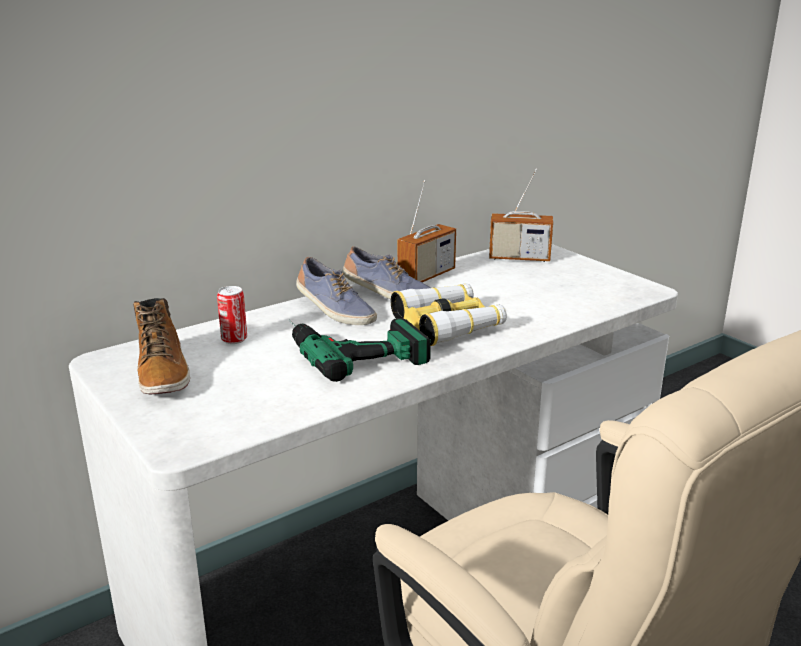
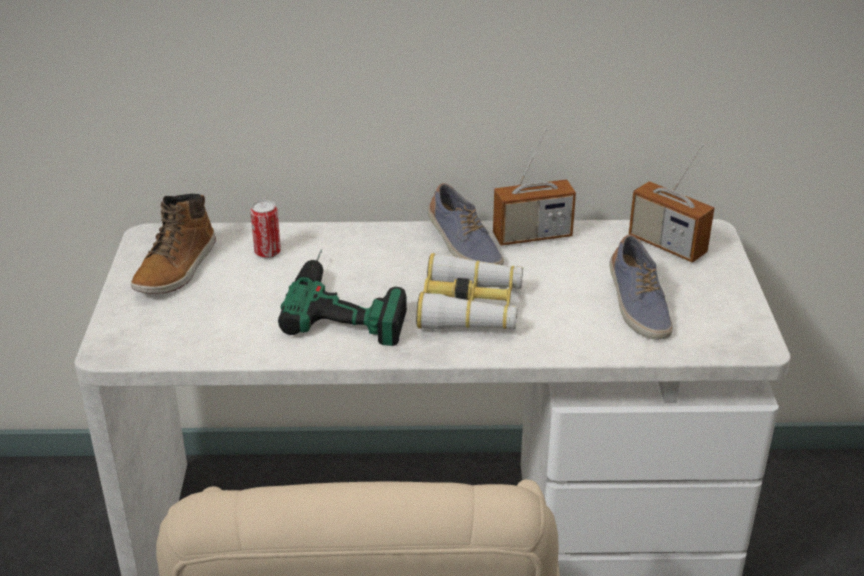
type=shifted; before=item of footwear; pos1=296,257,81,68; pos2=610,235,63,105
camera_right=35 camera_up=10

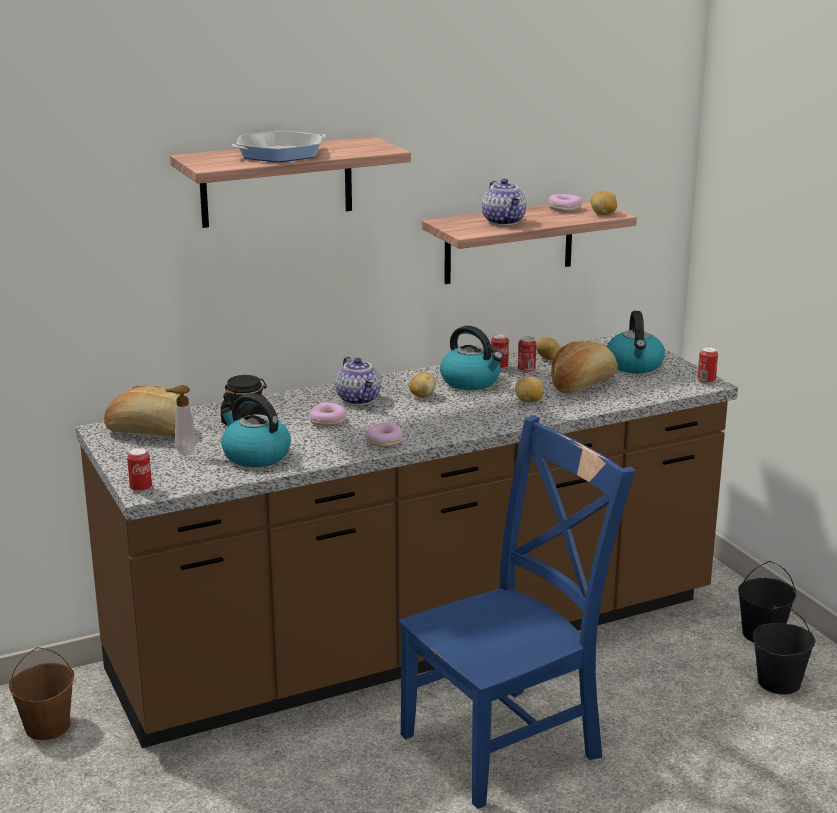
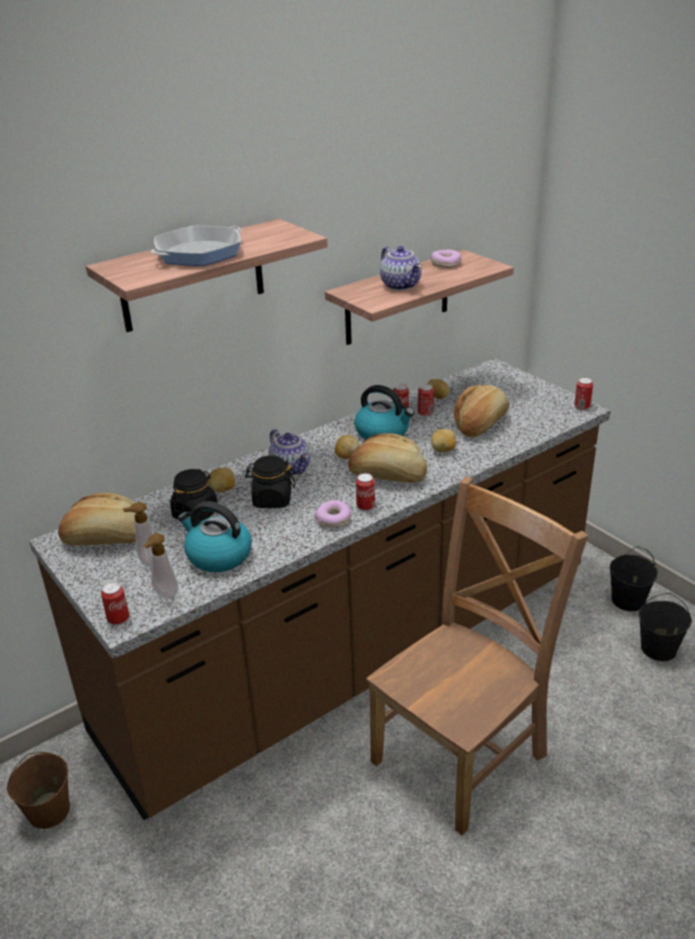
type=new; after=soap bottle; pos2=143,533,36,66
type=shifted; before=whole potato; pos1=591,190,26,25; pos2=208,468,27,25
type=swapped; before=donut; after=storage jar (black); pos1=309,402,38,24; pos2=245,455,50,53
type=new; after=bakery bread; pos2=348,433,79,50
type=new; after=sealed can; pos2=356,473,19,38
type=repainted; before=plain chair (blue); after=plain chair (brown-coloured); pos1=398,415,238,394; pos2=366,477,222,358
type=gone; before=tea kettle; pos1=606,311,59,62
camera_right=-10 camera_up=10

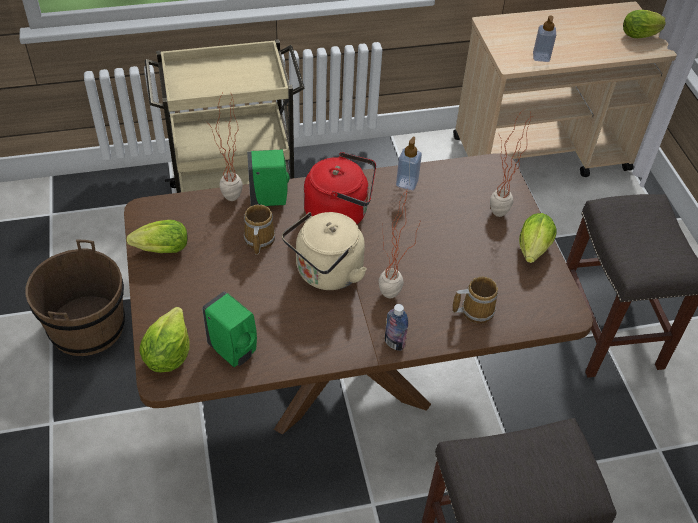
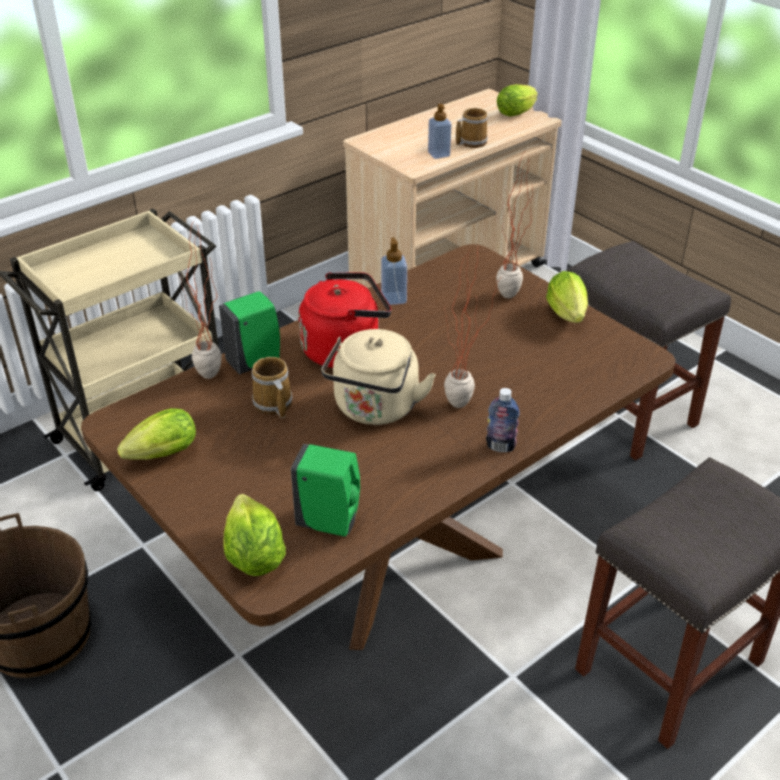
type=shifted; before=mug; pos1=453,277,45,47; pos2=456,108,32,40
camera_right=-25 camera_up=-10

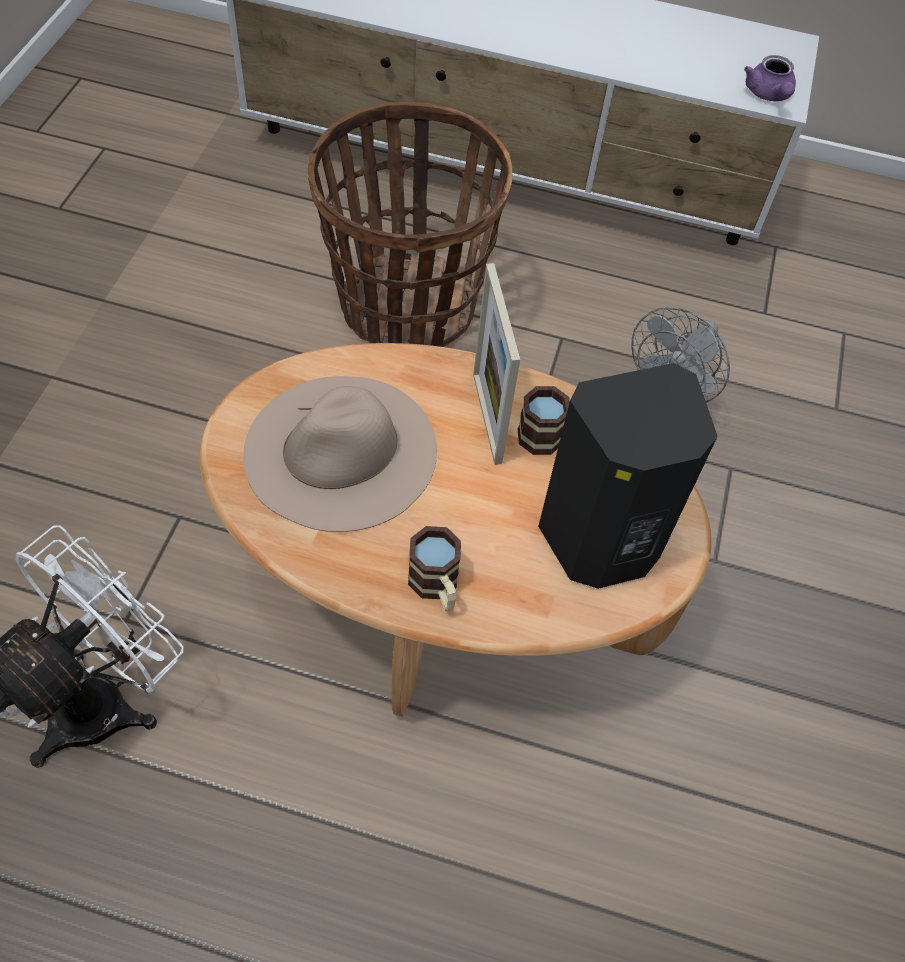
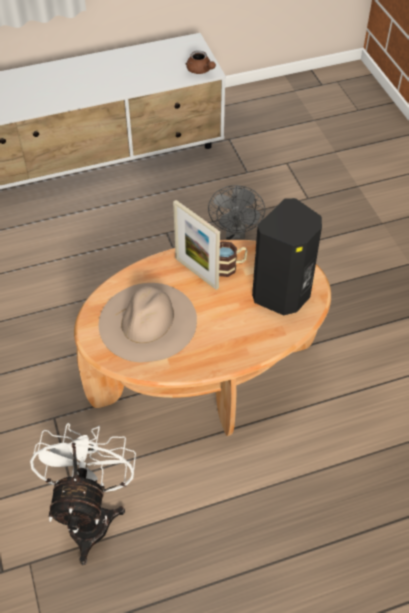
type=repainted; before=teapot (purple-coloured); after=teapot (brown-coloured); pos1=744,55,52,46; pos2=186,51,30,23
type=gone; before=storage basket; pos1=308,102,204,245
type=gone; before=mug; pos1=408,526,53,85
camera_right=-30 camera_up=-5

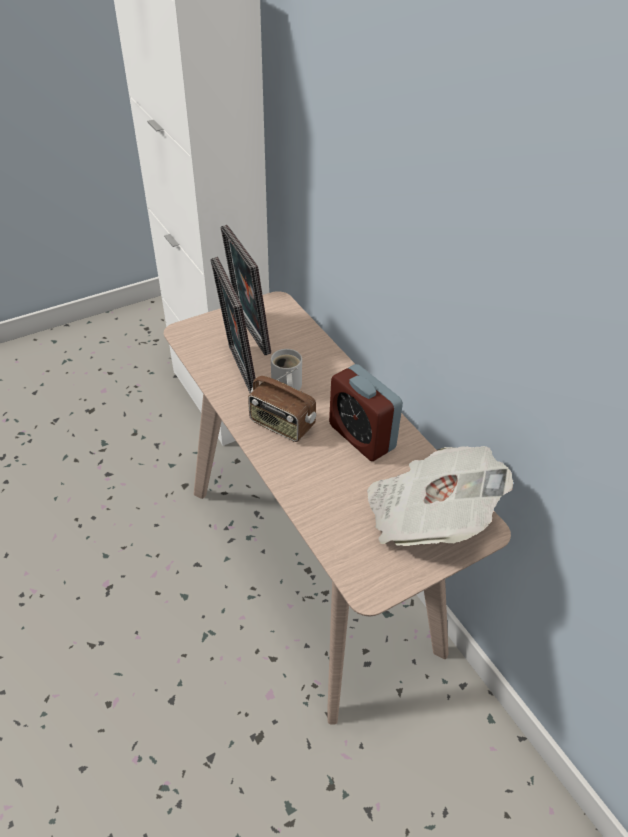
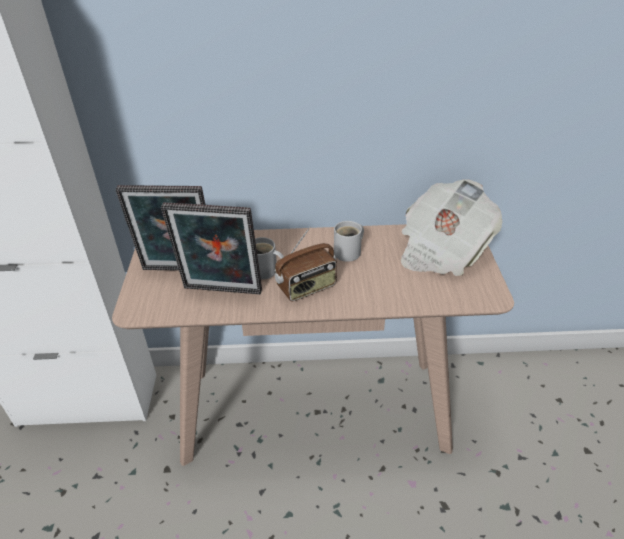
type=swapped; before=table clock; after=mug (whitish); pos1=329,364,74,97; pos2=334,221,30,41
camera_right=-60 camera_up=-5

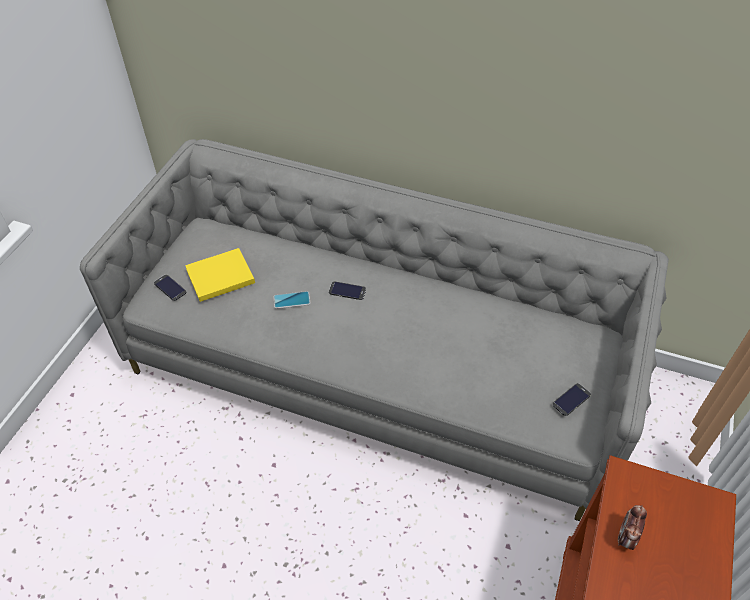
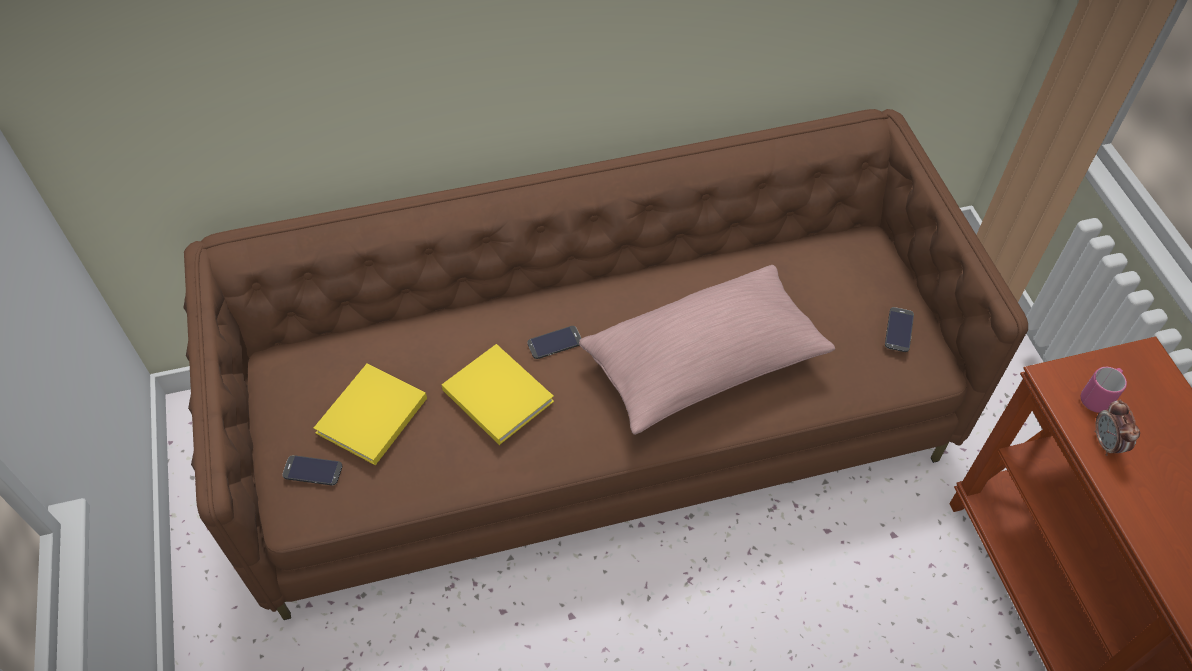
type=repainted; before=couch (greyish); after=couch (brown-coloured); pos1=80,139,589,382; pos2=183,109,845,511
type=swapped; before=phone; after=book (yellow-coloured); pos1=273,291,37,18; pos2=442,344,112,101
type=new; after=pillow (pinkish); pos2=579,265,256,170
type=new; after=mug (pinkish); pos2=1081,367,46,46
camera_right=-35 camera_up=5

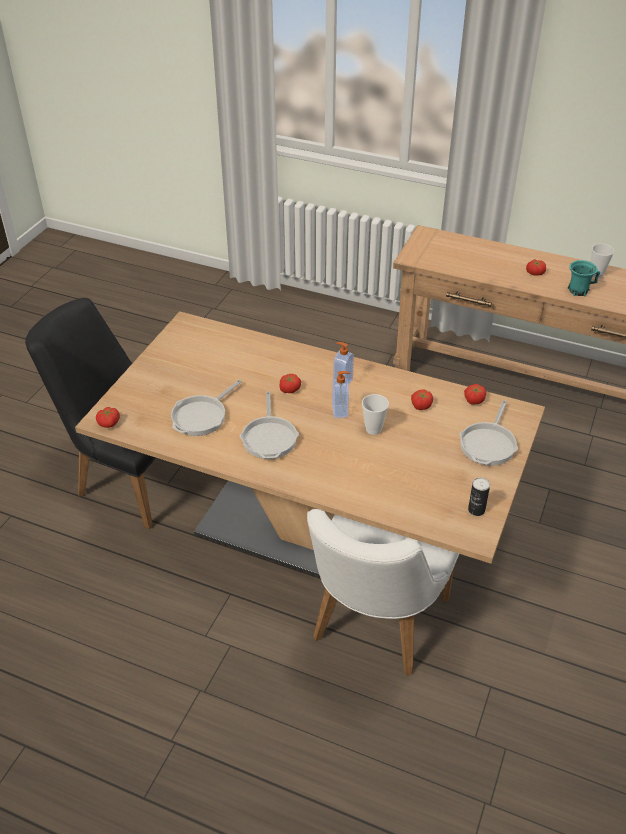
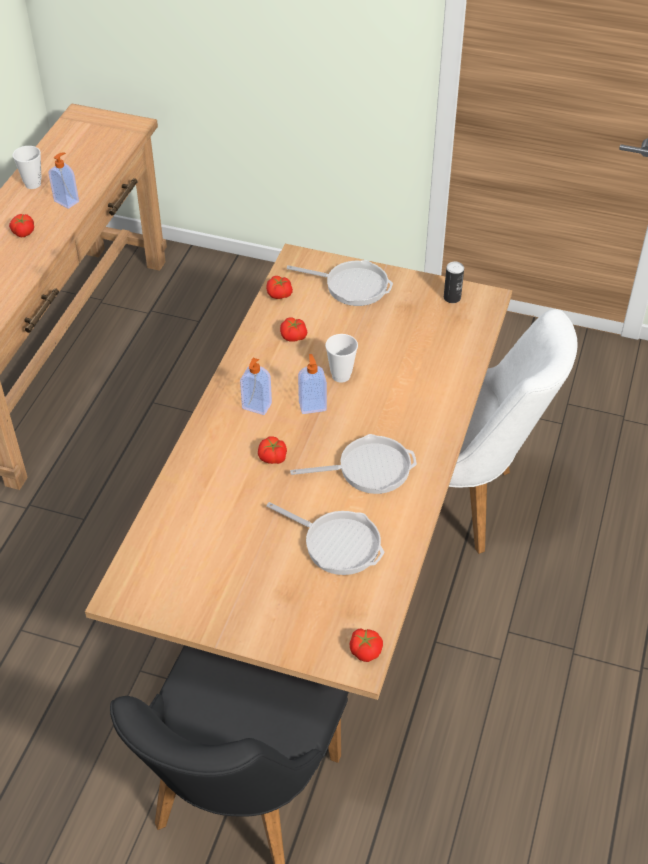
type=swapped; before=mug (turquoise-coloured); after=soap bottle; pos1=567,260,33,37; pos2=49,152,30,57
camera_right=-95 camera_up=5

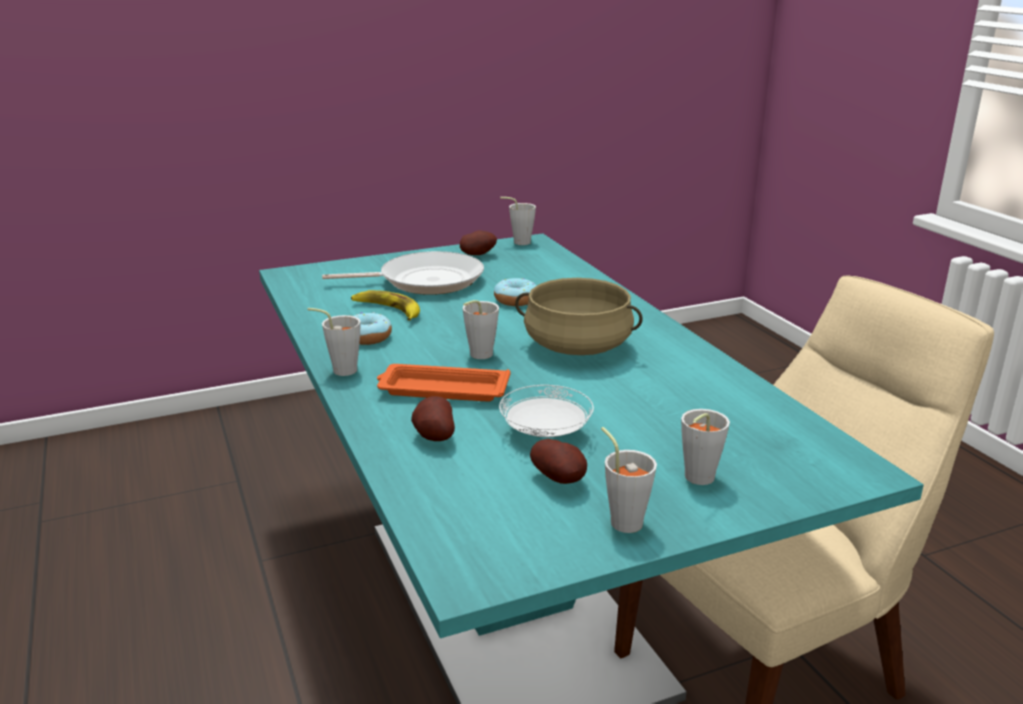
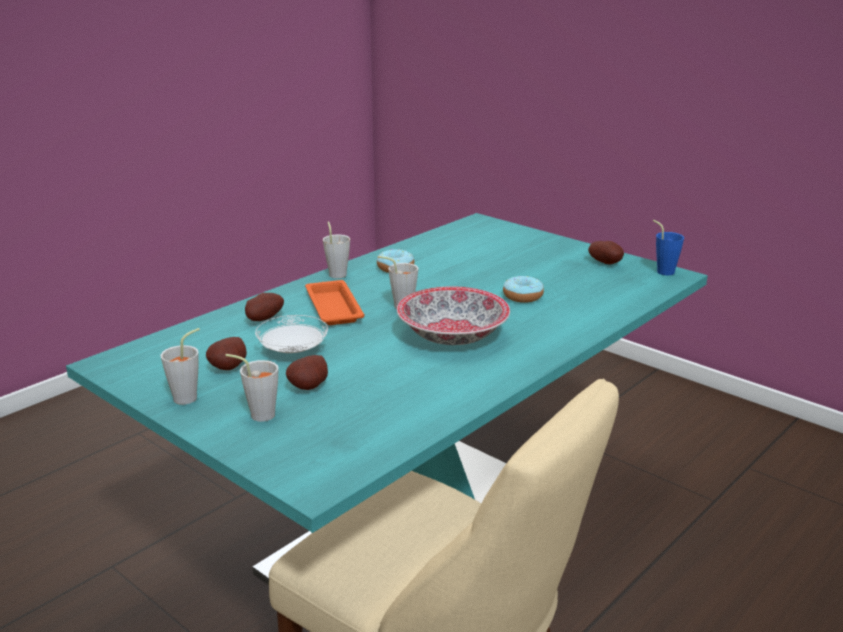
type=new; after=whole potato; pos2=286,355,42,35
type=swapped; before=saucepot (beige-coloured); after=deep dish; pos1=515,278,128,77; pos2=397,286,113,59
type=repainted; before=cup (greyish); after=cup (blue); pos1=500,197,36,48; pos2=653,220,31,55
type=gone; before=frying pan; pos1=322,251,162,44
type=gone; before=banana; pos1=351,290,69,31
camera_right=65 camera_up=0

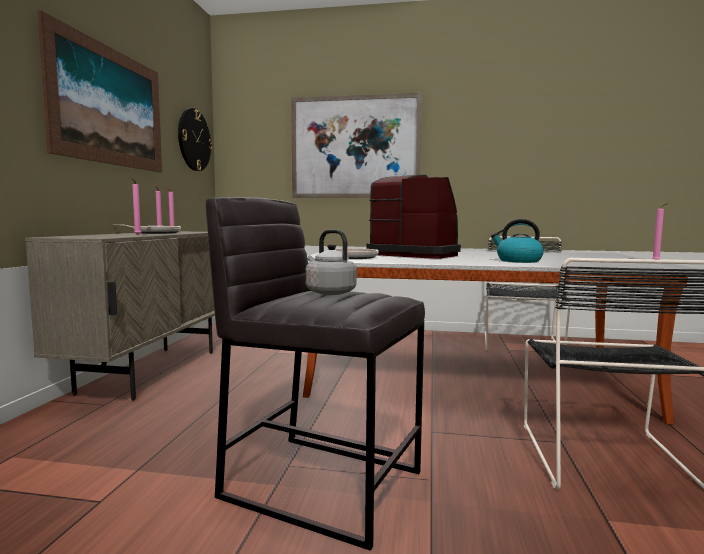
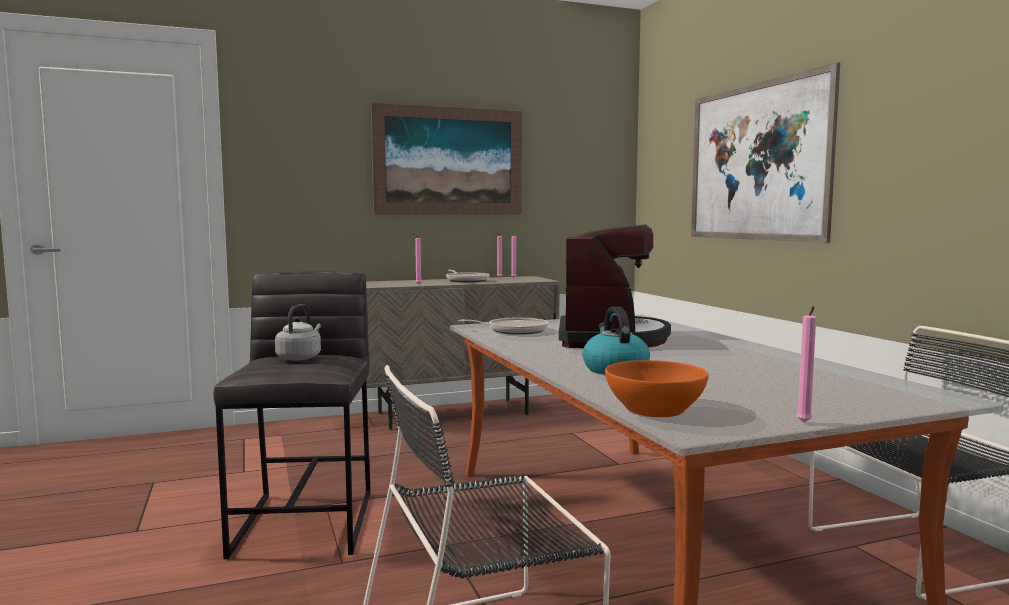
type=new; after=deep dish (orange-coloured); pos2=605,360,104,57
type=gone; before=hanging clock; pos1=178,108,35,63
camera_right=60 camera_up=0

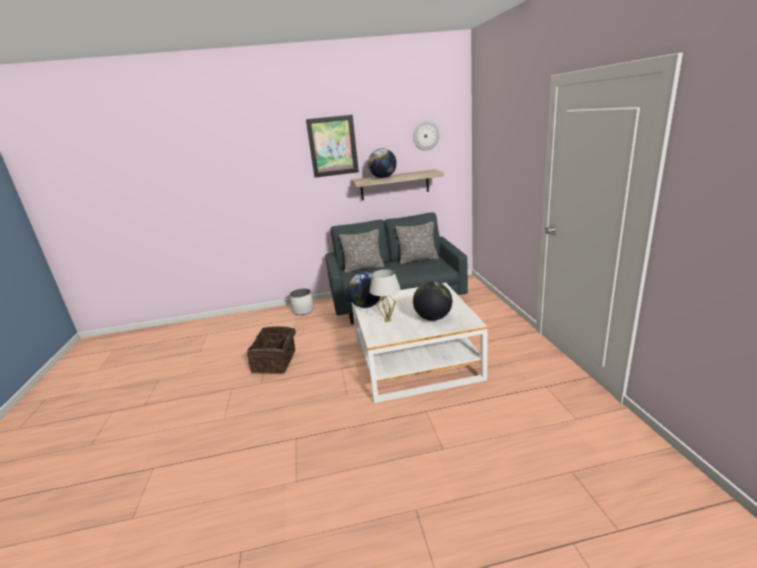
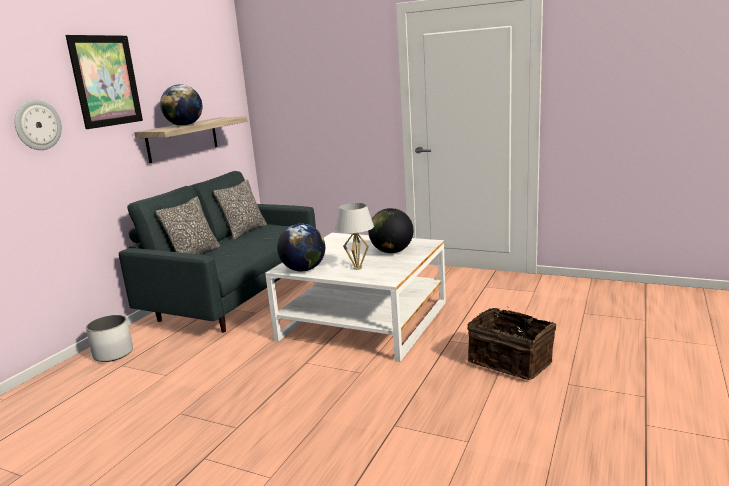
type=shifted; before=hanging clock; pos1=413,121,27,30; pos2=14,99,48,51
type=shifted; before=storage basket; pos1=247,326,53,48; pos2=467,308,89,72
camera_right=-55 camera_up=-5

